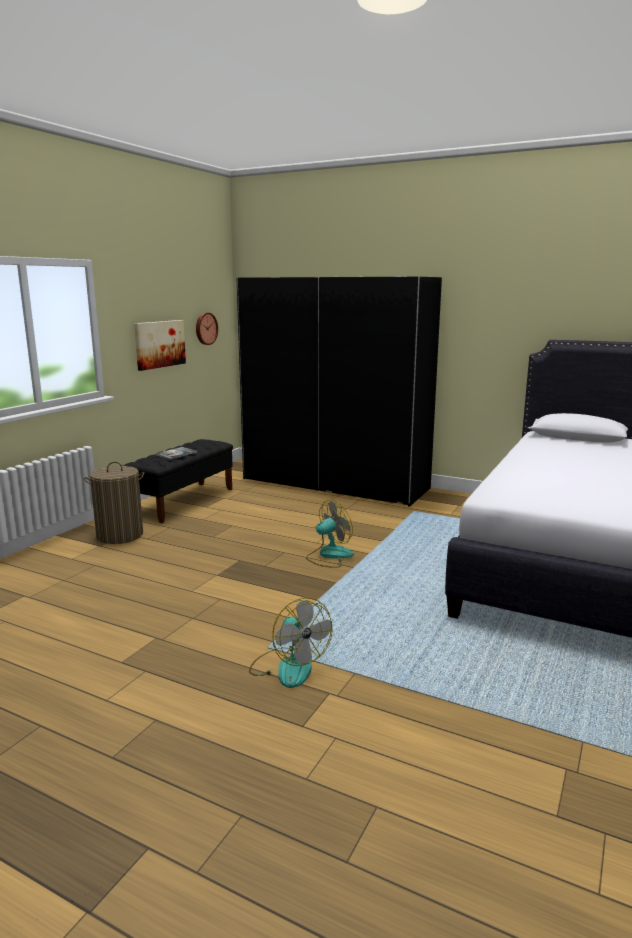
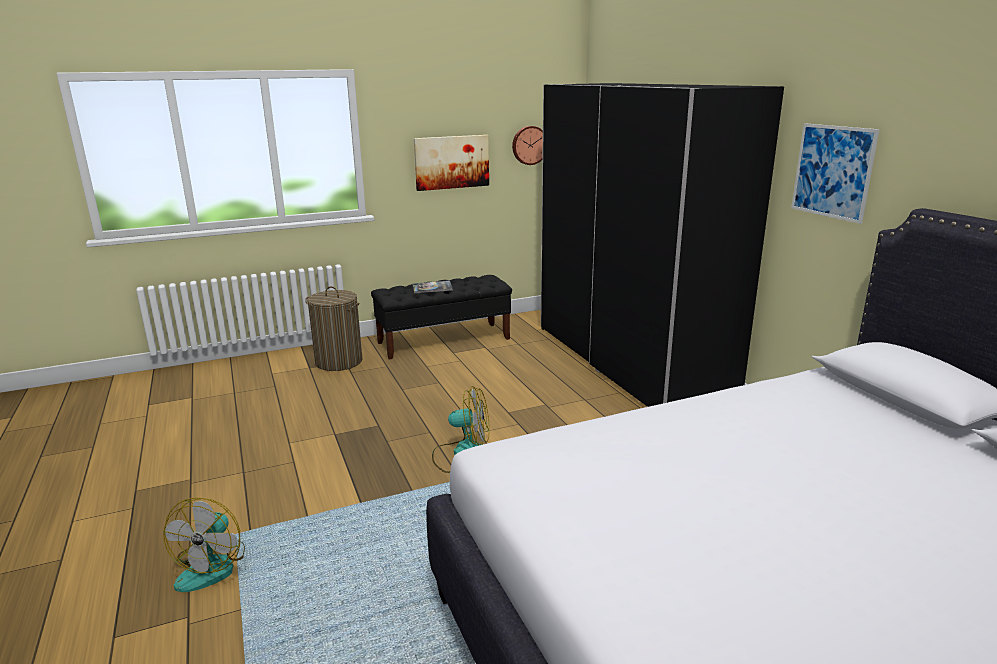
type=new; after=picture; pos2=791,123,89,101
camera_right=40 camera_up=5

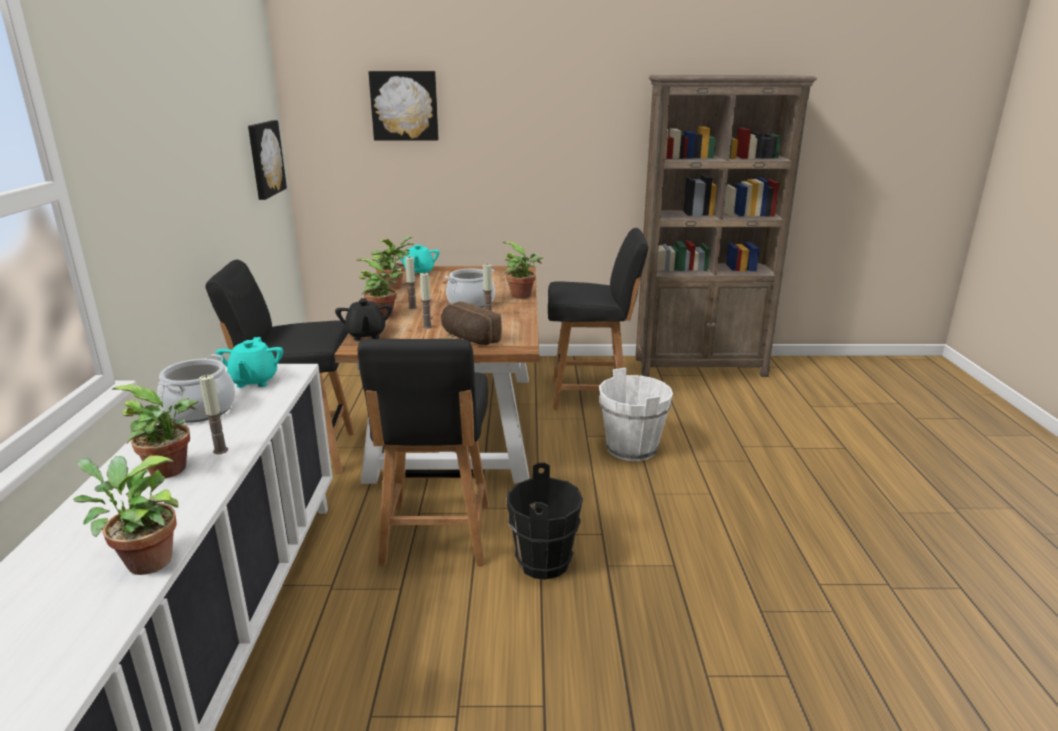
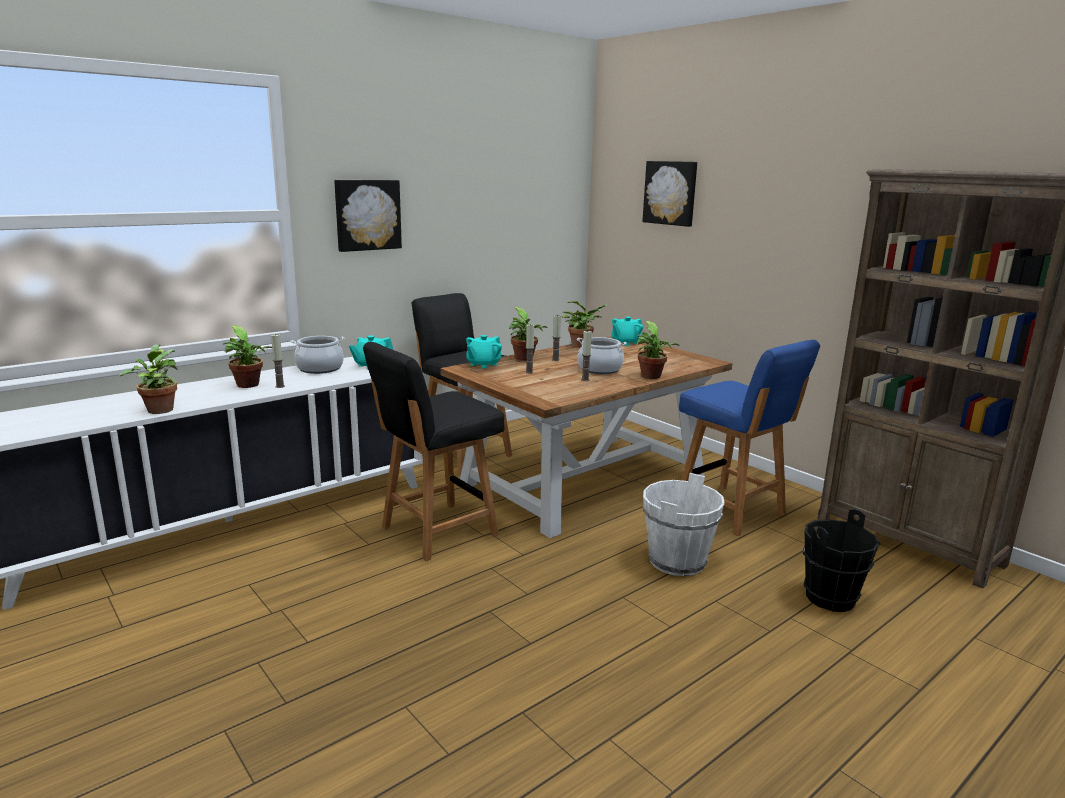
type=shifted; before=picture; pos1=248,120,39,80; pos2=334,180,68,72
type=repainted; before=teapot (black); after=teapot (turquoise-coloured); pos1=335,298,57,42; pos2=466,335,36,34
type=repainted; before=plain chair (black); after=plain chair (blue); pos1=548,228,100,182; pos2=679,340,141,196
type=shifted; before=pail (black); pos1=507,463,76,117; pos2=802,509,78,103
type=gone; before=bakery bread; pos1=441,301,61,44
camera_right=50 camera_up=-5

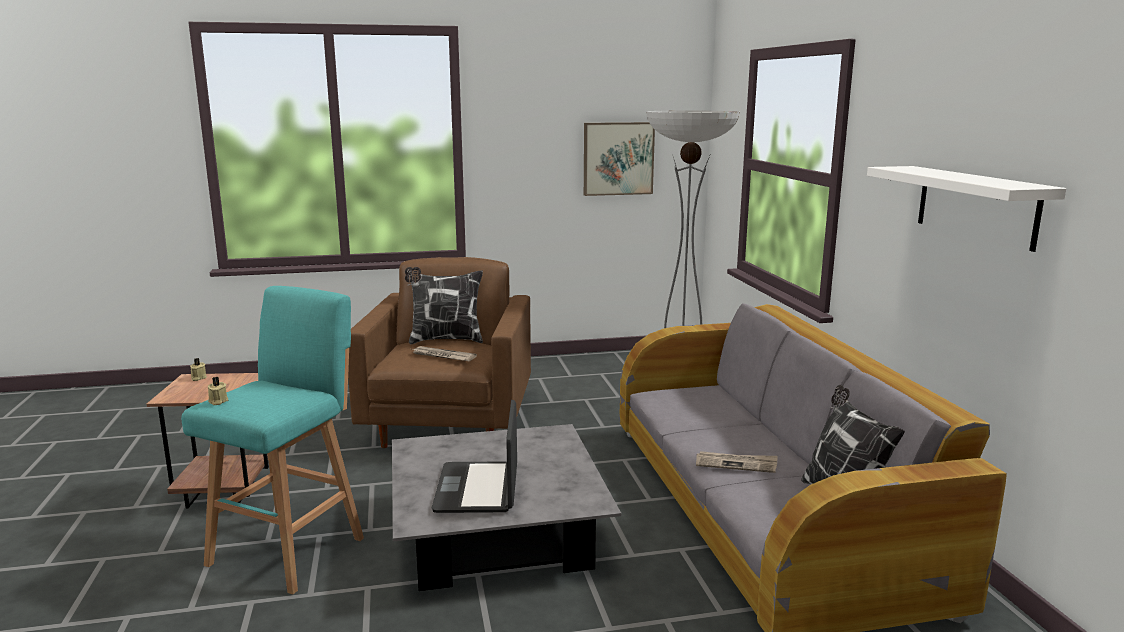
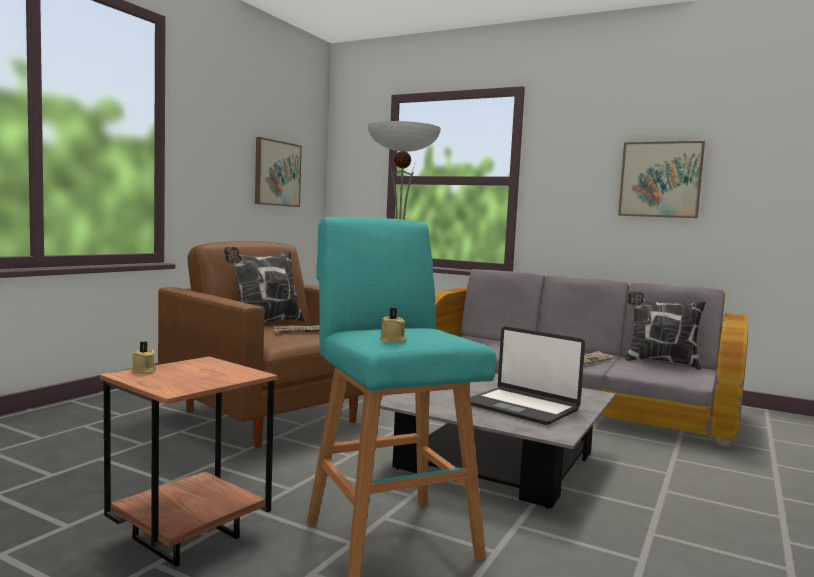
type=swapped; before=shelf (whitish); after=picture; pos1=867,166,200,86; pos2=618,141,87,77
camera_right=-50 camera_up=-10

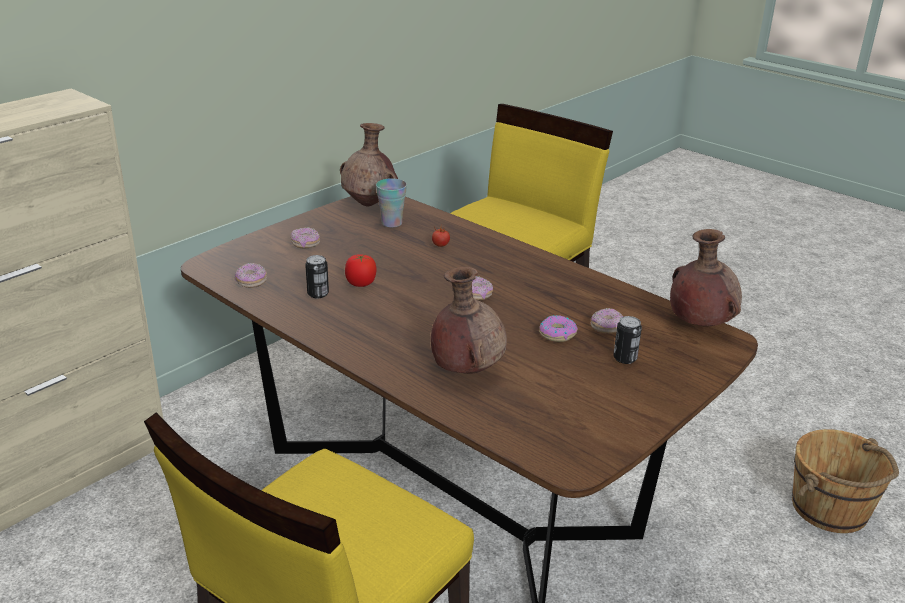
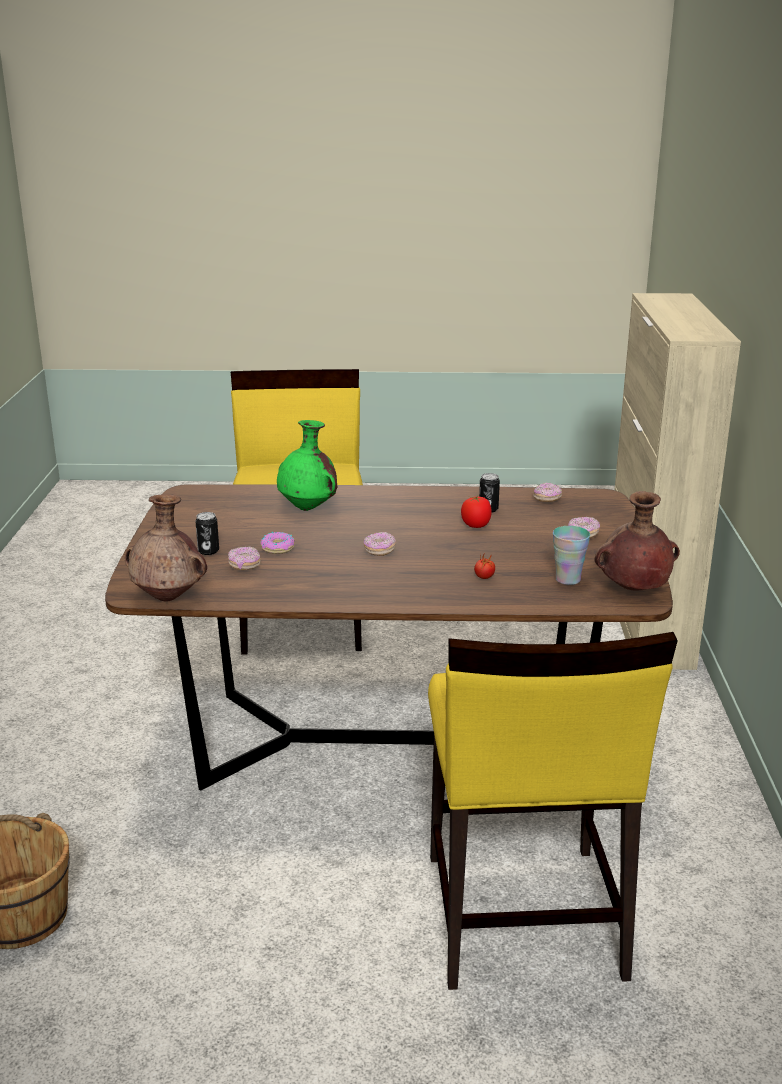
type=repainted; before=decorative vase (brown-coloured); after=decorative vase (greenish); pos1=431,267,76,107; pos2=277,420,60,91
camera_right=140 camera_up=-5

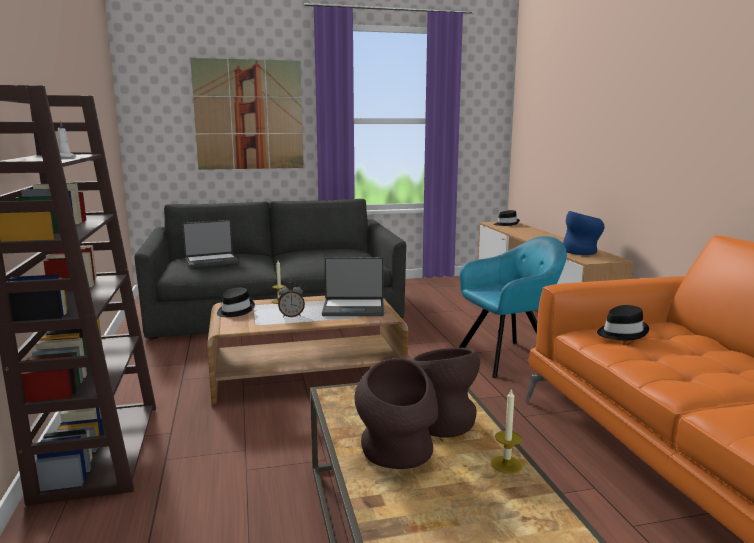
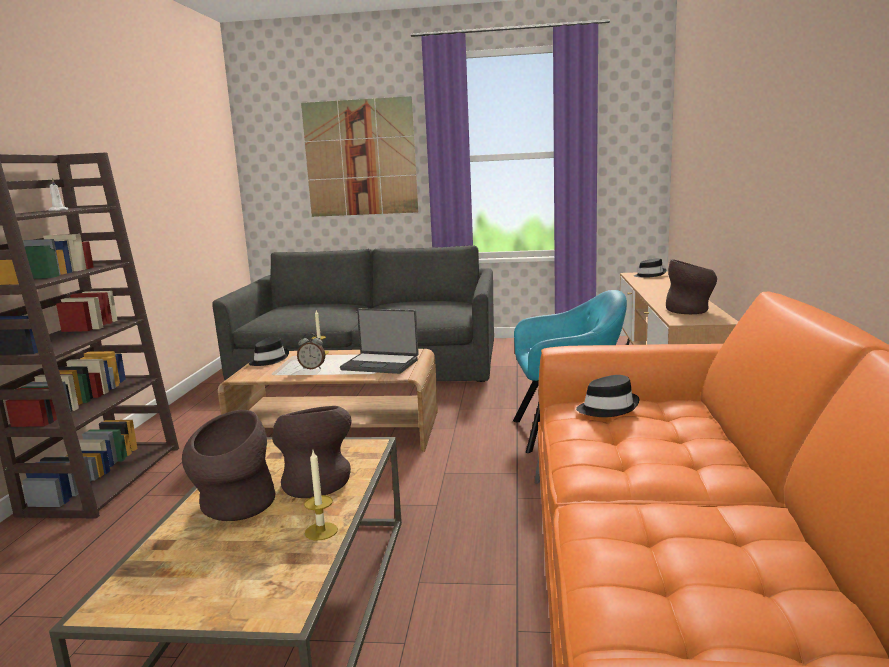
type=repainted; before=decorative vase (blue); after=decorative vase (brown-coloured); pos1=563,211,41,44; pos2=666,259,51,55
type=gone; before=notebook computer; pos1=182,220,57,48
camera_right=20 camera_up=0

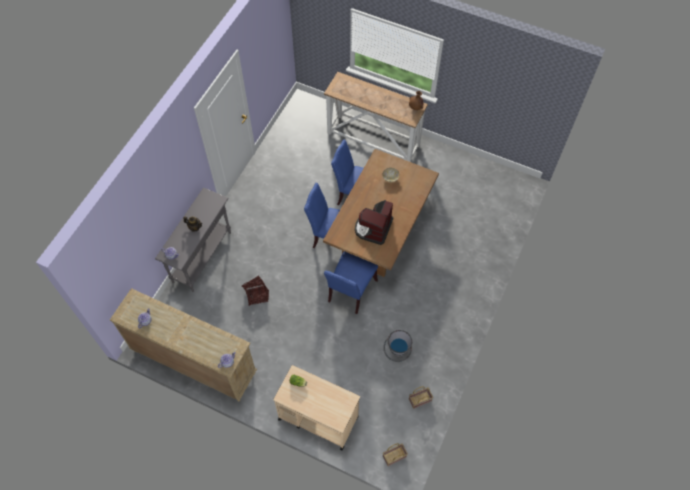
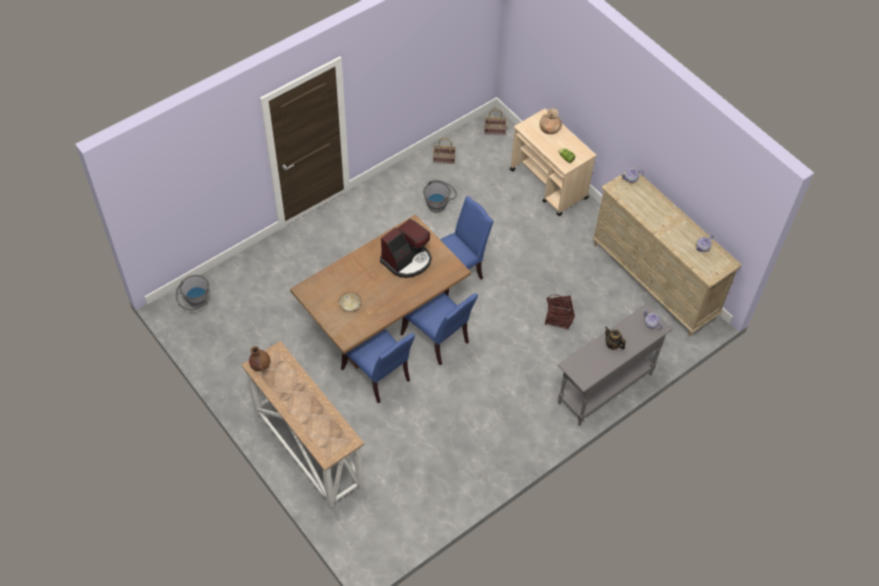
type=new; after=pail (greyish); pos2=176,275,33,36
type=new; after=decorative vase (brown-coloured); pos2=540,108,22,26
camera_right=-155 camera_up=-5

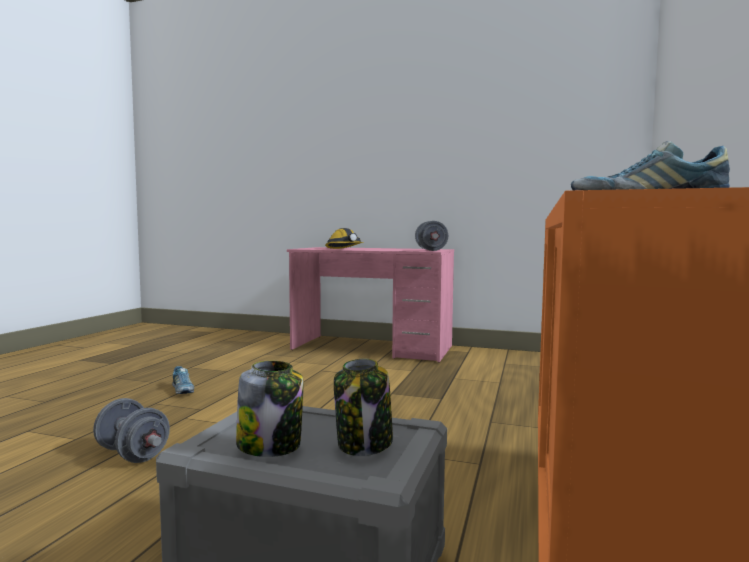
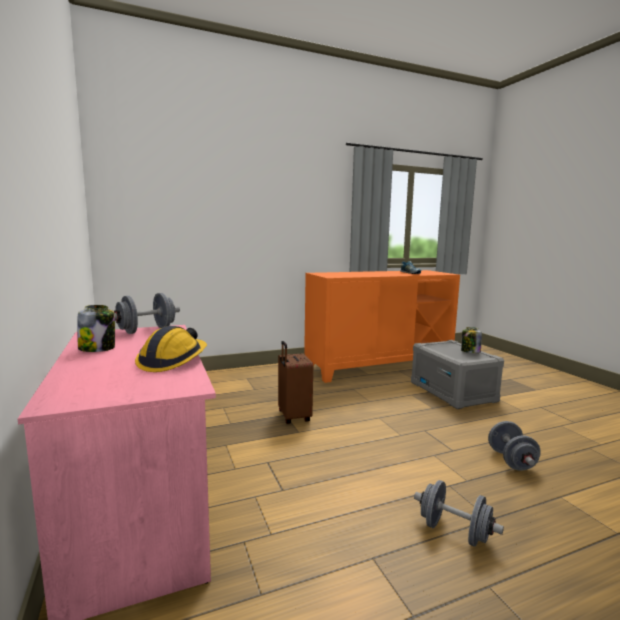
type=shifted; before=storage jar; pos1=334,359,59,97; pos2=77,305,38,47
type=new; after=travel case (brown-coloured); pos2=278,341,35,83
type=swapped; before=item of footwear; after=hand weight (greyish); pos1=172,366,22,28; pos2=414,480,90,67
camera_right=-130 camera_up=5

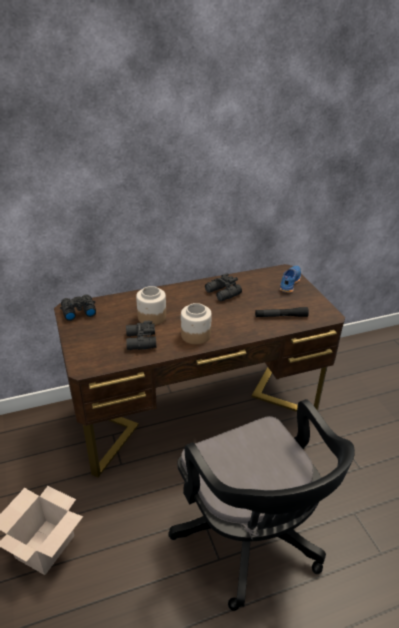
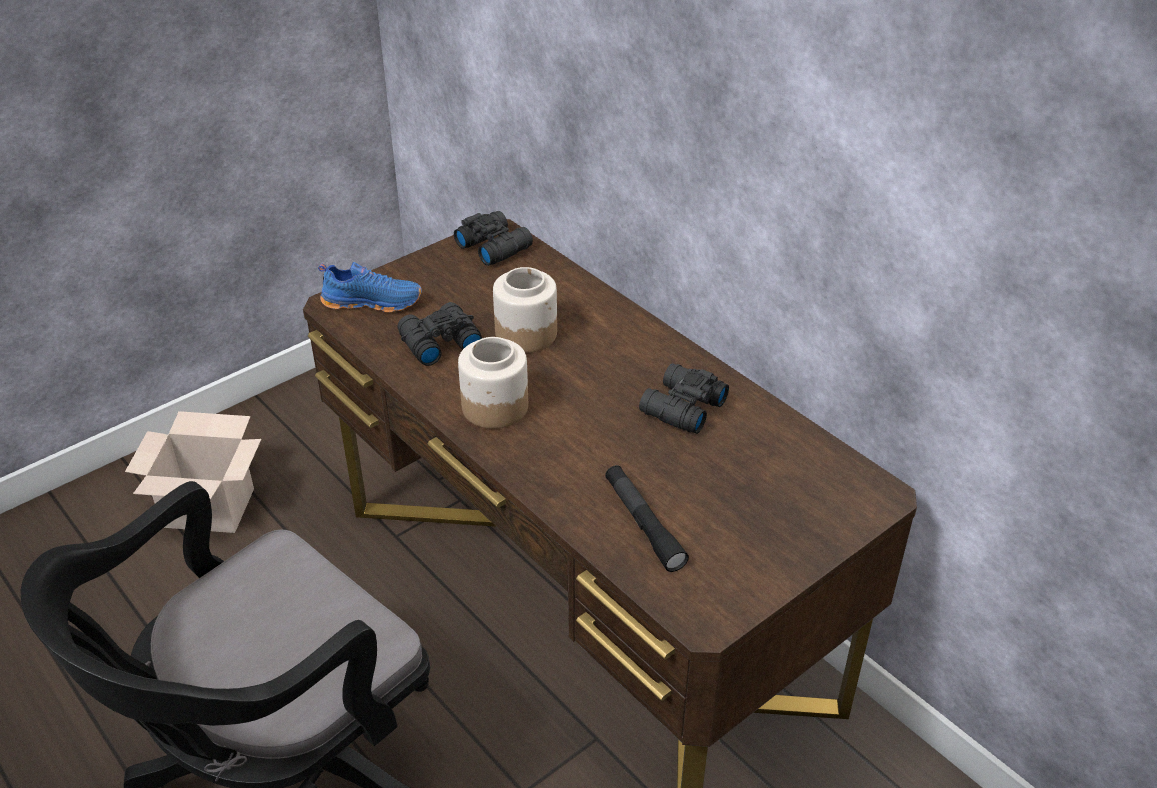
type=shifted; before=item of footwear (blue); pos1=280,266,21,27; pos2=318,262,104,51
camera_right=70 camera_up=5

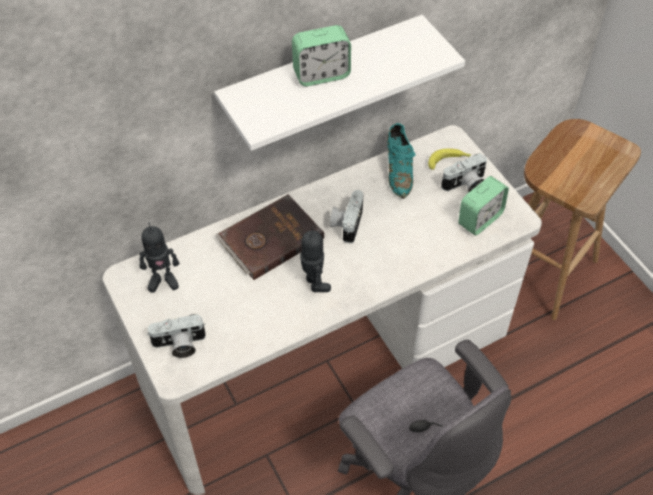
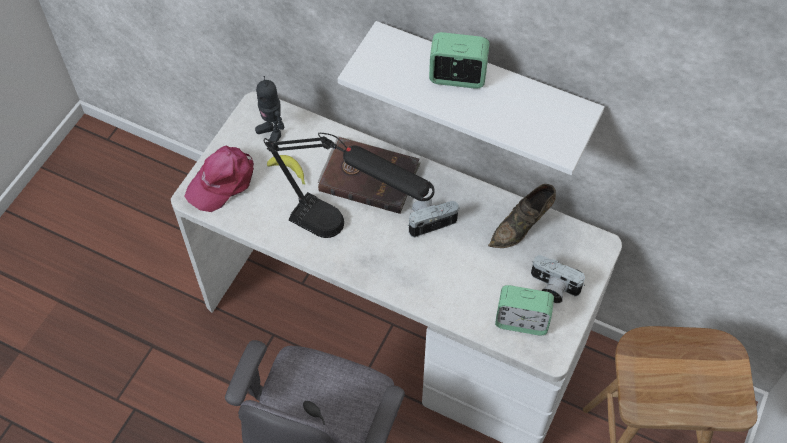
type=swapped; before=photo camera; after=baseball cap (pinkish); pos1=147,314,59,44; pos2=184,146,70,66
type=swapped; before=toy robot; after=tabletop lamp (black); pos1=300,227,31,65; pos2=264,133,170,105
type=shifted; before=banana; pos1=428,148,44,22; pos2=267,155,38,29
type=rotated; before=table clock; pos1=292,25,59,61; pos2=429,32,61,57; turn=150
type=repainted; before=item of footwear (turquoise-coloured); after=item of footwear (brown-coloured); pos1=387,123,29,76; pos2=488,184,68,64
camera_right=55 camera_up=5

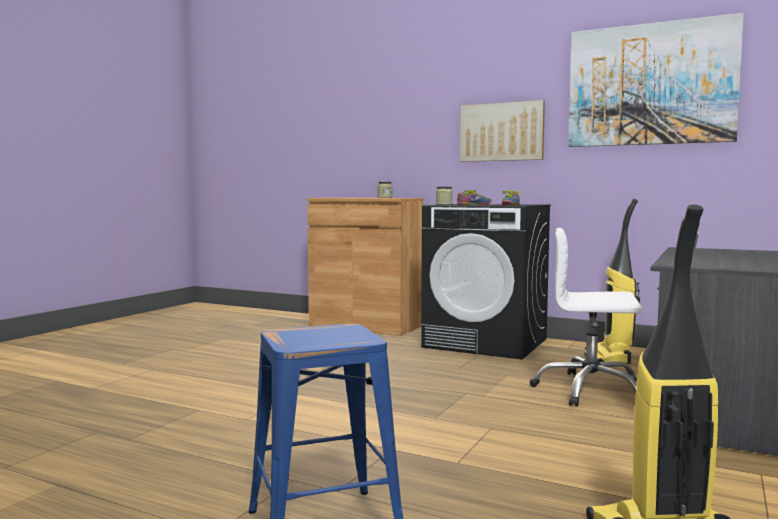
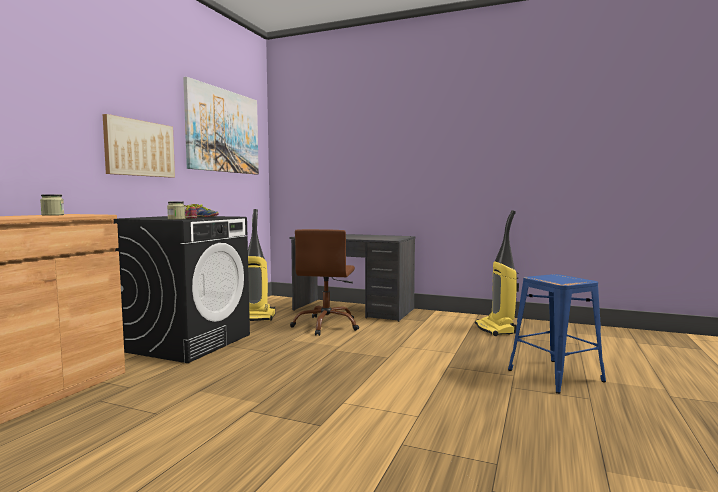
type=repainted; before=office chair (whitish); after=office chair (brown-coloured); pos1=530,228,112,179; pos2=290,229,69,107
camera_right=-95 camera_up=0

